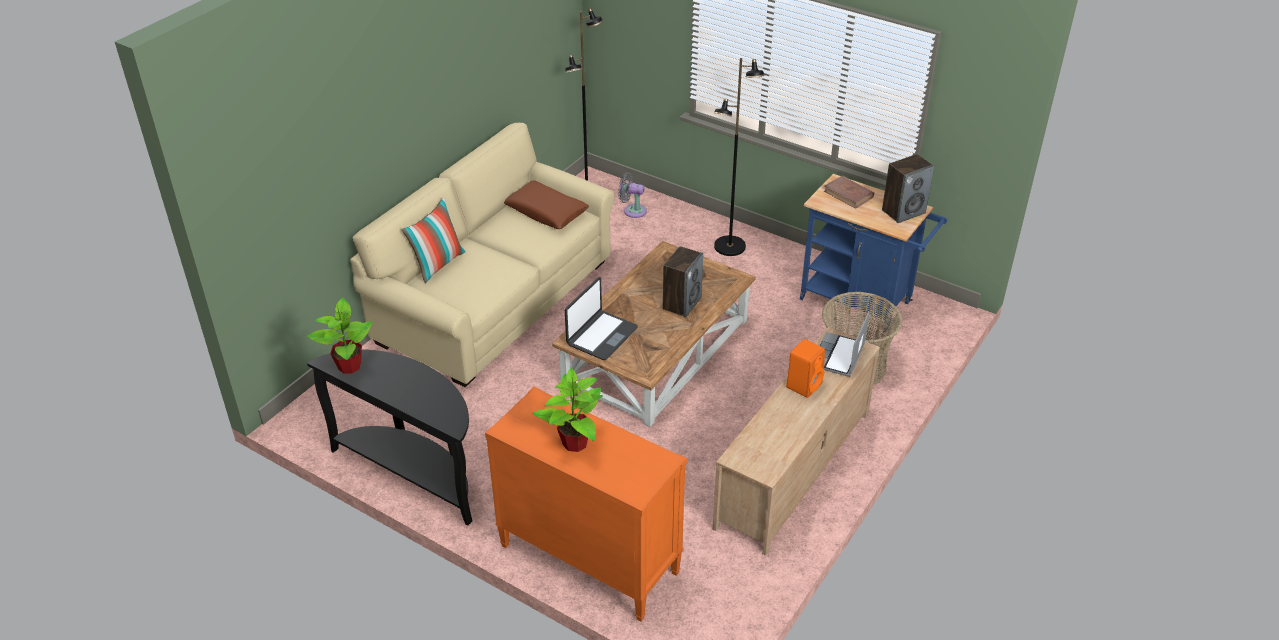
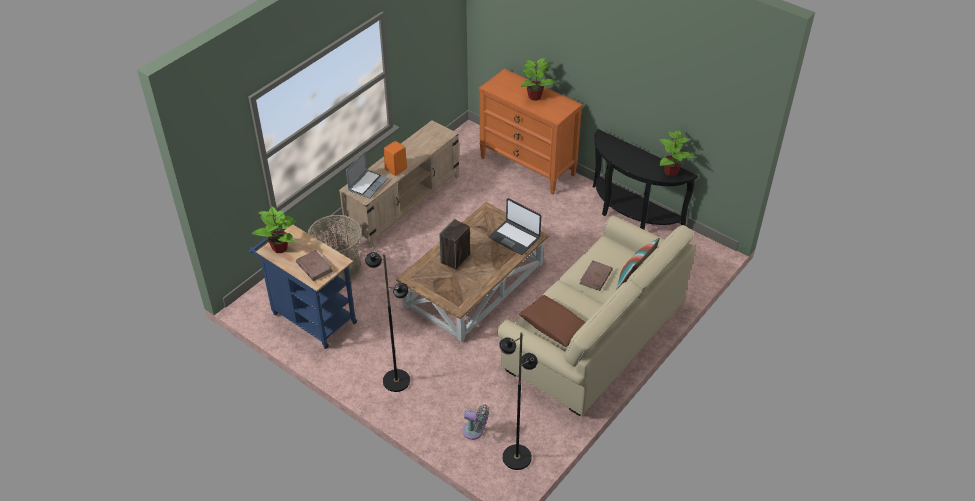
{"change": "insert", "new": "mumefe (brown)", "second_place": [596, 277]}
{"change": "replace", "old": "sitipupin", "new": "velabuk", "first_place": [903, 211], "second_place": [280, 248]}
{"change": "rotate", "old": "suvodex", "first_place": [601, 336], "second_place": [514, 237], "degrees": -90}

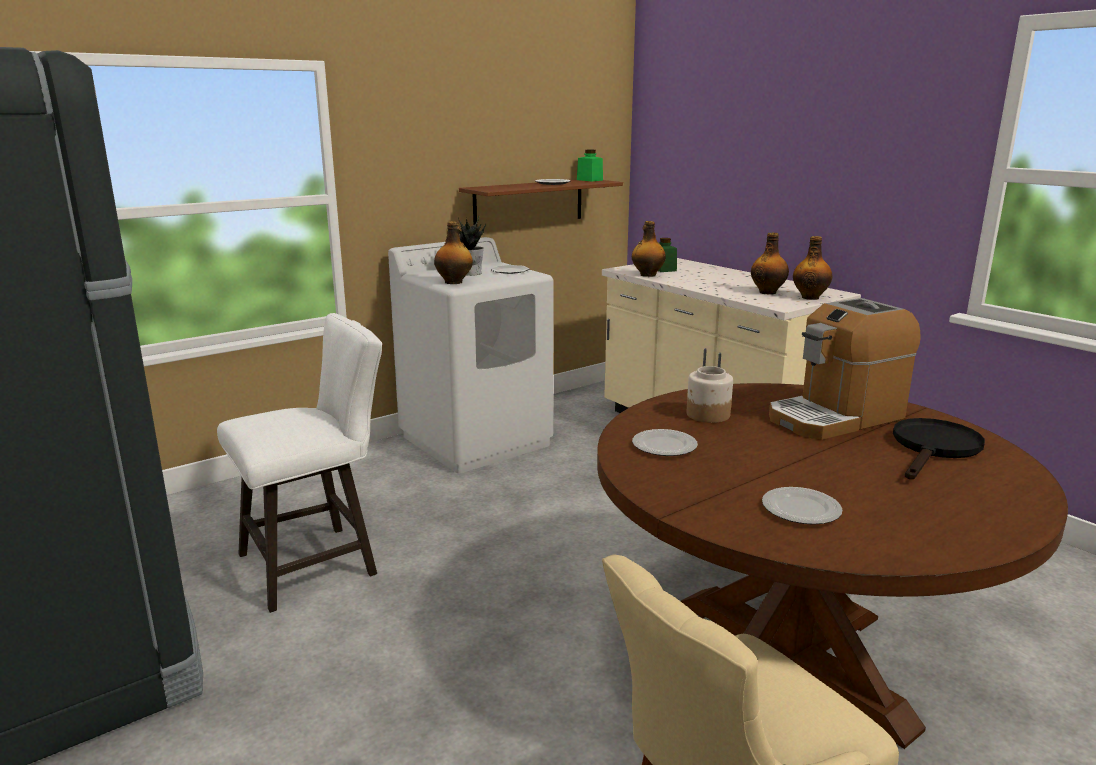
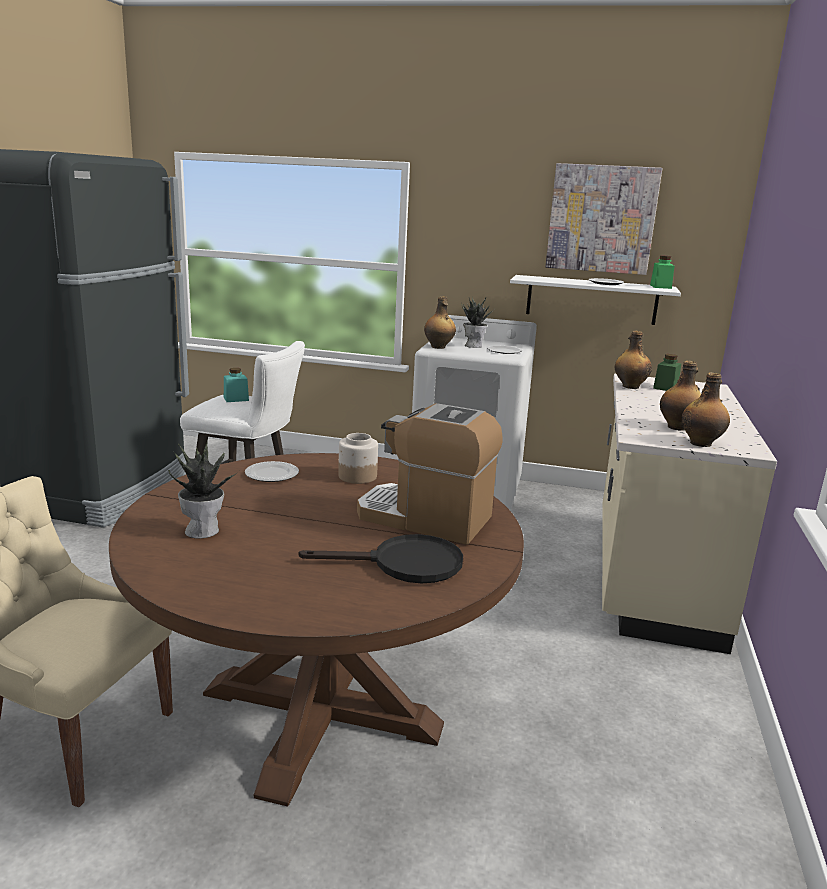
{"change": "insert", "new": "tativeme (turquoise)", "second_place": [236, 399]}
{"change": "insert", "new": "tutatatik", "second_place": [601, 219]}
{"change": "replace", "old": "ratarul", "new": "velabuk", "first_place": [801, 509], "second_place": [203, 530]}
{"change": "recolor", "old": "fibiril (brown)", "new": "fibiril (white)", "first_place": [529, 203], "second_place": [591, 300]}

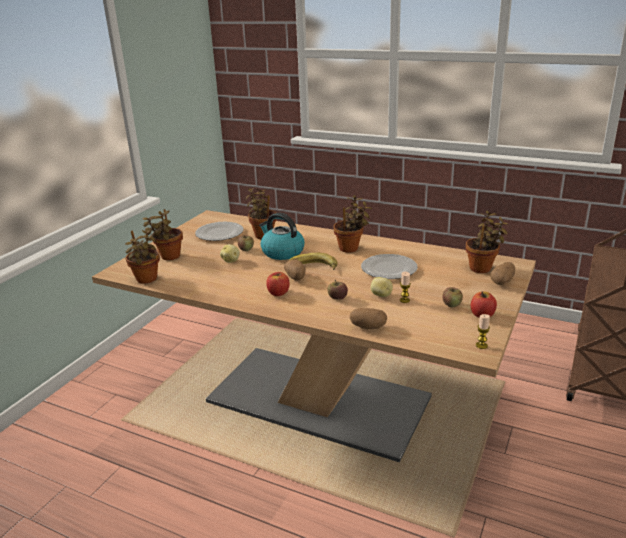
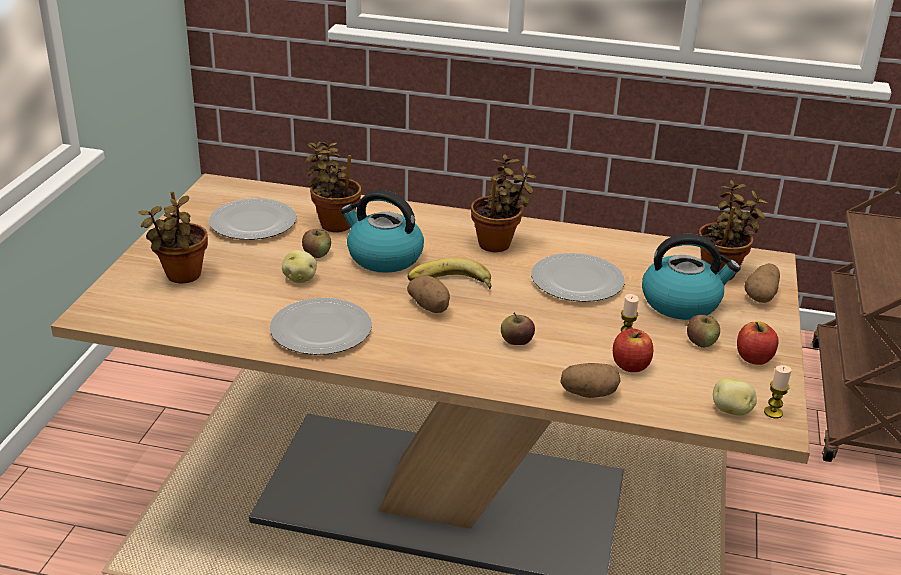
{"change": "delete", "old": "velabuk", "first_place": [146, 280]}
{"change": "insert", "new": "ratarul", "second_place": [322, 331]}
{"change": "insert", "new": "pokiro", "second_place": [682, 302]}
{"change": "move", "old": "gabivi", "first_place": [278, 293], "second_place": [630, 365]}
{"change": "move", "old": "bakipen", "first_place": [381, 295], "second_place": [731, 411]}

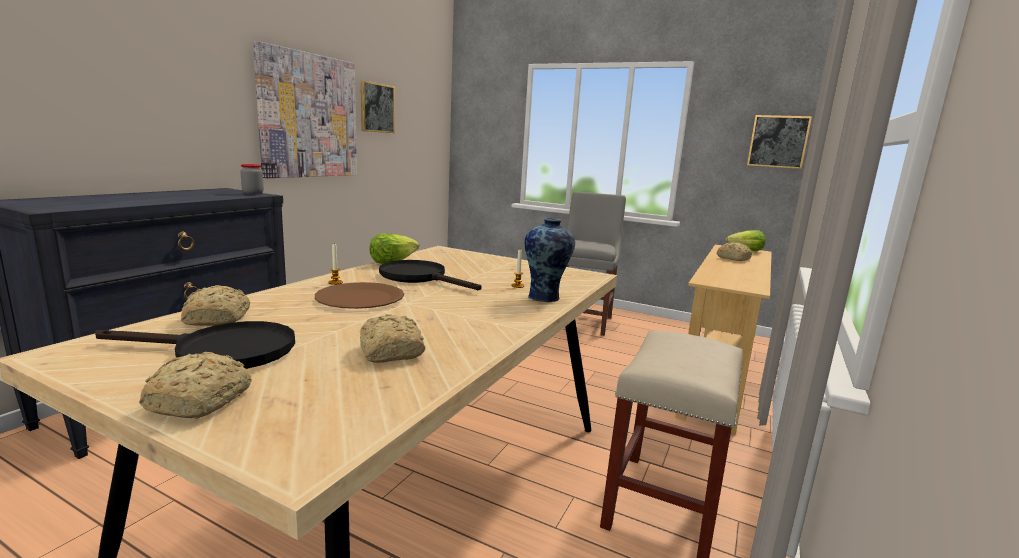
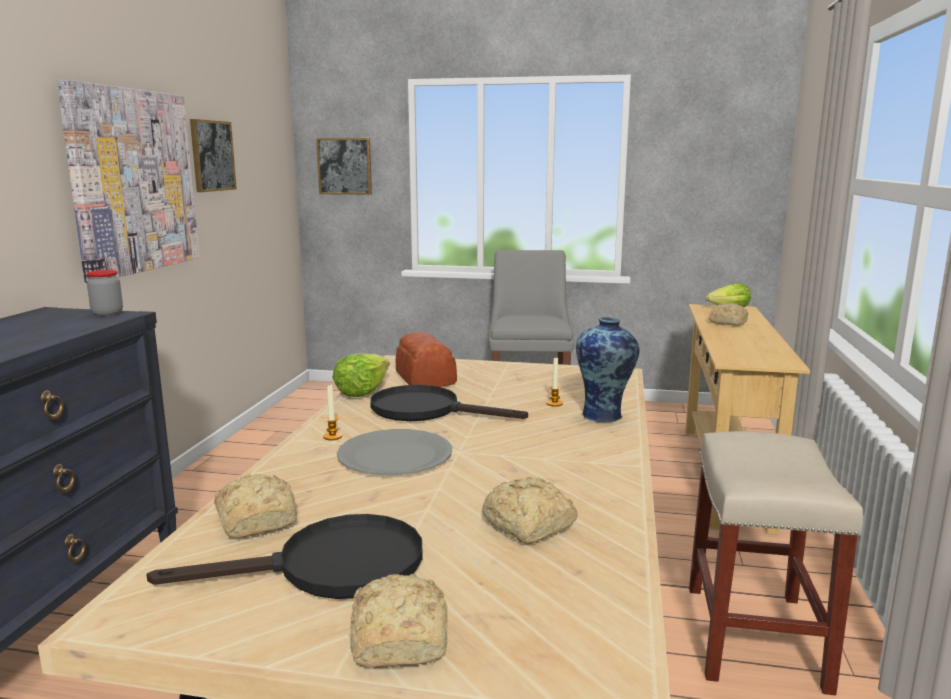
{"change": "insert", "new": "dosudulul", "second_place": [424, 378]}
{"change": "move", "old": "tutatatik", "first_place": [778, 141], "second_place": [344, 166]}
{"change": "recolor", "old": "ratarul (brown)", "new": "ratarul (grey)", "first_place": [360, 298], "second_place": [395, 456]}

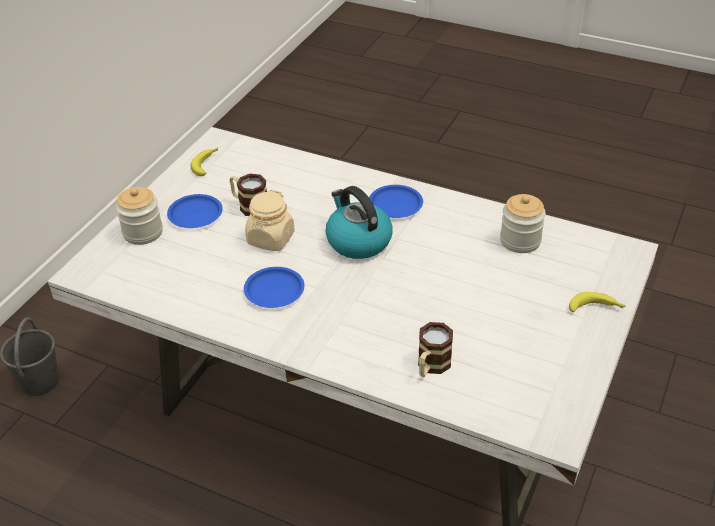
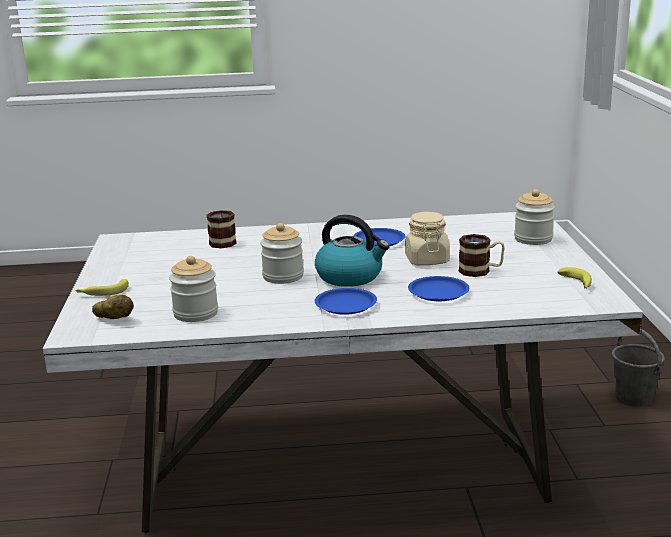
{"change": "insert", "new": "bakipen", "second_place": [115, 319]}
{"change": "insert", "new": "tativeme", "second_place": [283, 276]}
{"change": "move", "old": "ratarul (blue)", "first_place": [196, 215], "second_place": [438, 293]}

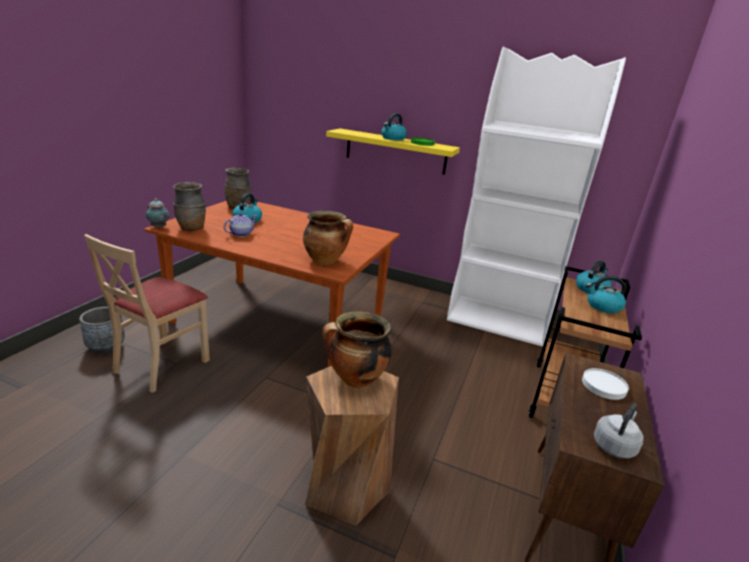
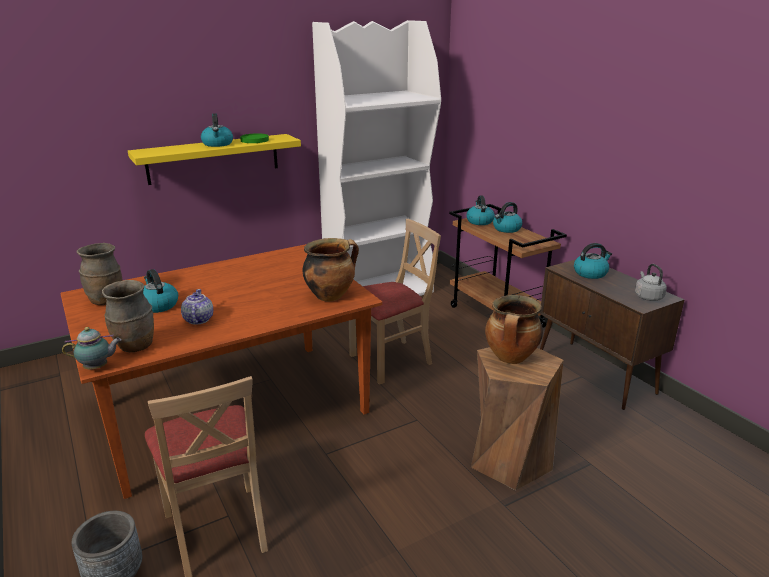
{"change": "insert", "new": "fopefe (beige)", "second_place": [391, 360]}
{"change": "replace", "old": "ratarul (white)", "new": "pokiro", "first_place": [603, 385], "second_place": [590, 273]}

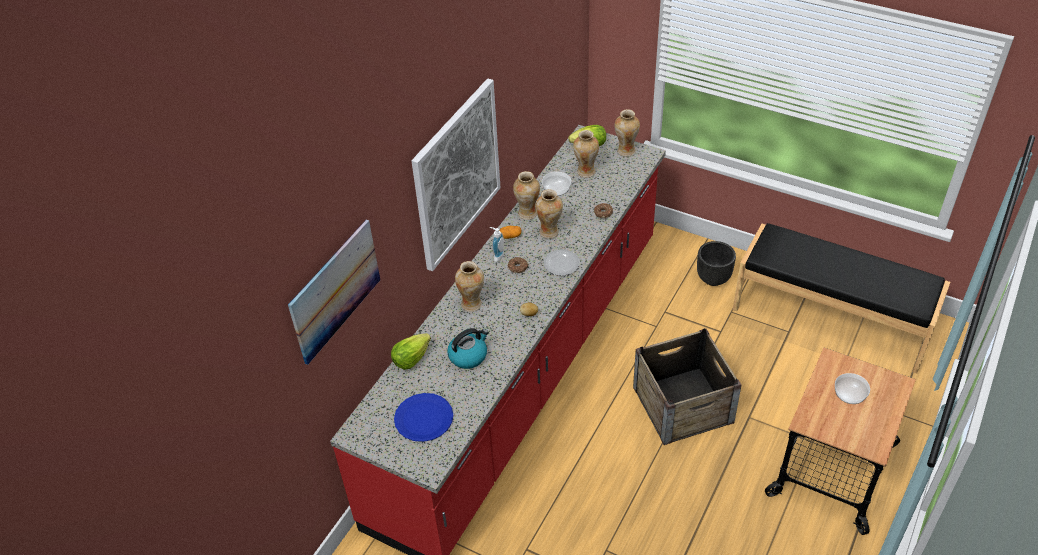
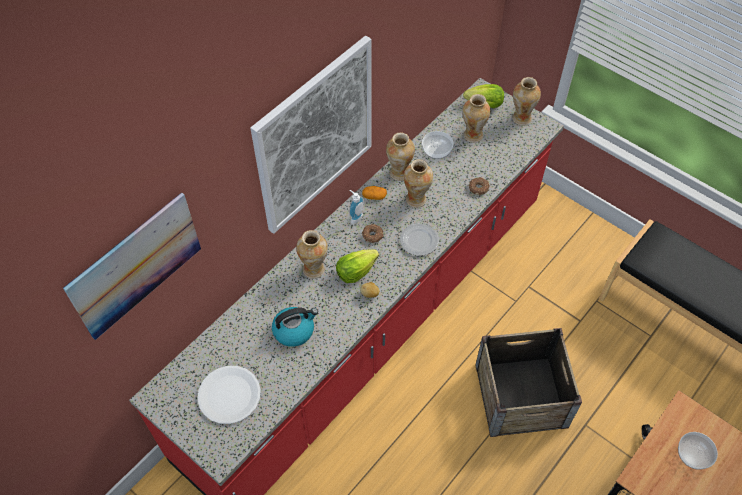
{"change": "delete", "old": "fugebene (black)", "first_place": [713, 278]}
{"change": "move", "old": "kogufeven", "first_place": [411, 359], "second_place": [355, 272]}
{"change": "recolor", "old": "ratarul (blue)", "new": "ratarul (white)", "first_place": [423, 418], "second_place": [229, 395]}

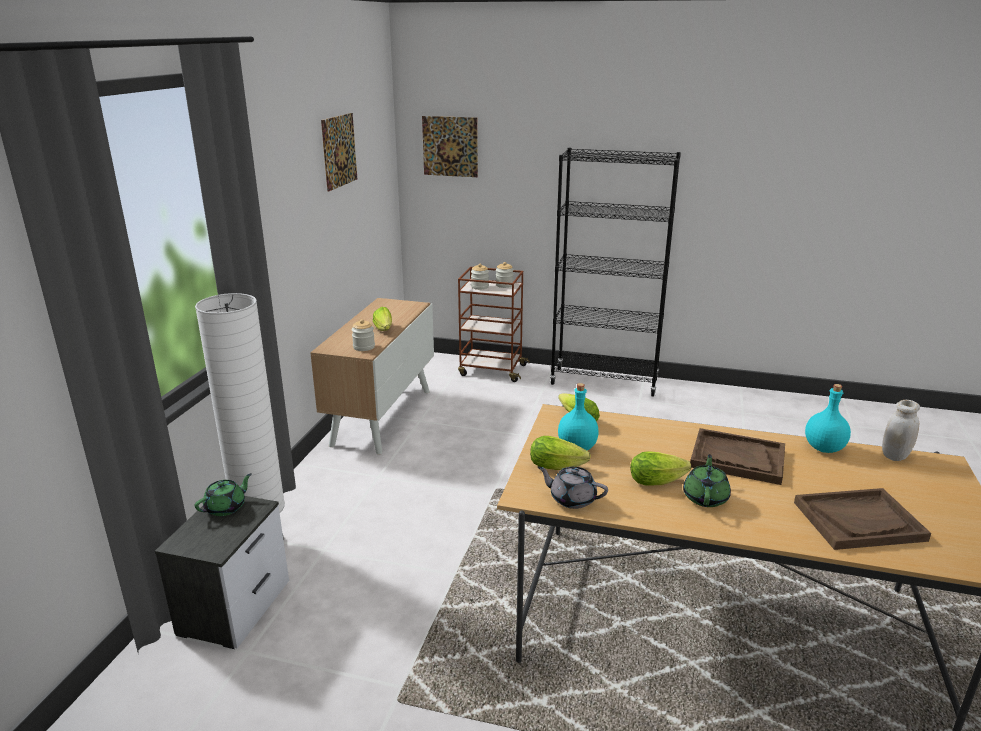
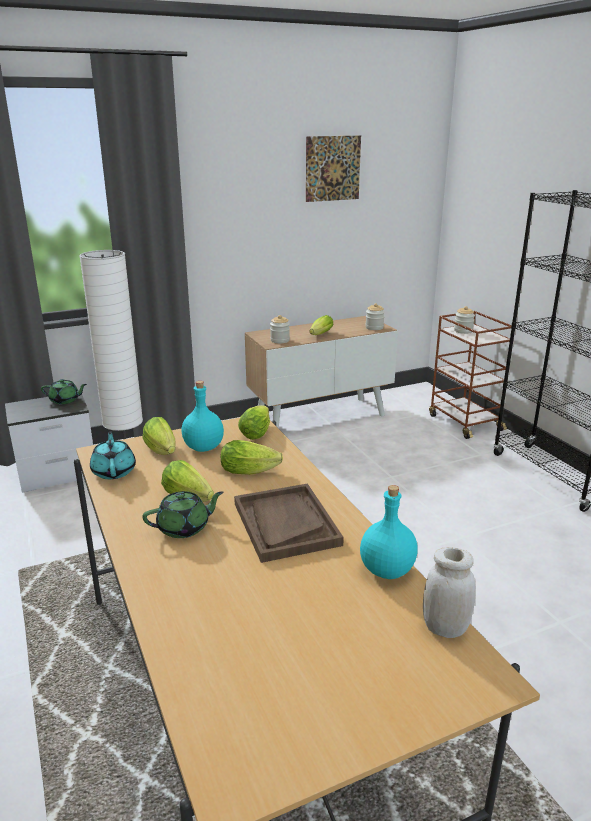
{"change": "delete", "old": "tutatatik", "first_place": [450, 146]}
{"change": "delete", "old": "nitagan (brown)", "first_place": [858, 521]}
{"change": "insert", "new": "kogufeven", "second_place": [252, 471]}
{"change": "move", "old": "tativeme", "first_place": [504, 285], "second_place": [374, 327]}
{"change": "recolor", "old": "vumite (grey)", "new": "vumite (turquoise)", "first_place": [572, 499], "second_place": [114, 471]}

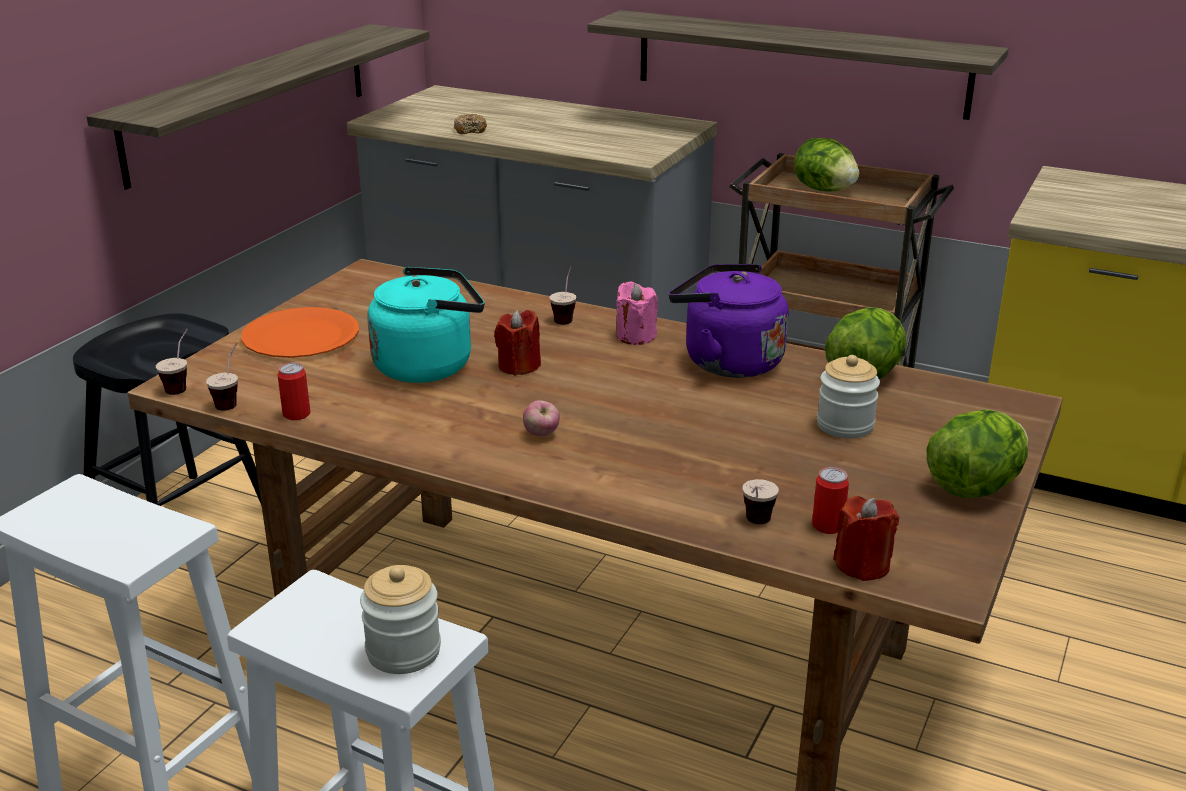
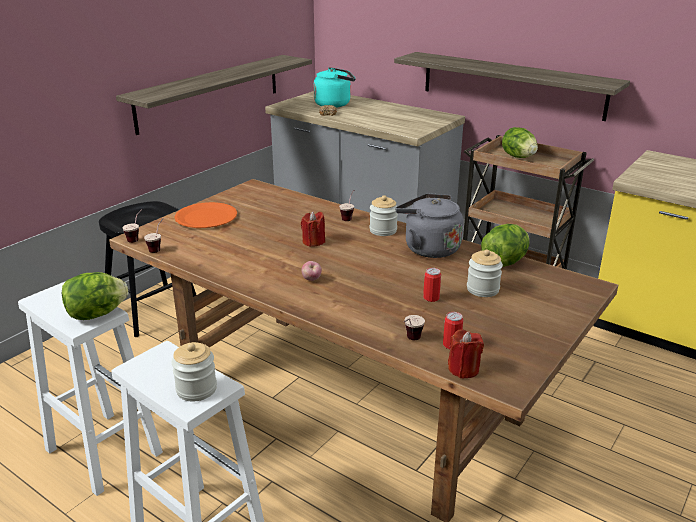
{"change": "move", "old": "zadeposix", "first_place": [296, 414], "second_place": [431, 298]}
{"change": "move", "old": "pokiro (turquoise)", "first_place": [429, 365], "second_place": [335, 104]}
{"change": "move", "old": "kogufeven", "first_place": [974, 486], "second_place": [97, 314]}
{"change": "replace", "old": "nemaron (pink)", "new": "tativeme", "first_place": [635, 336], "second_place": [383, 230]}
{"change": "recolor", "old": "pokiro (purple)", "new": "pokiro (grey)", "first_place": [726, 361], "second_place": [428, 248]}

